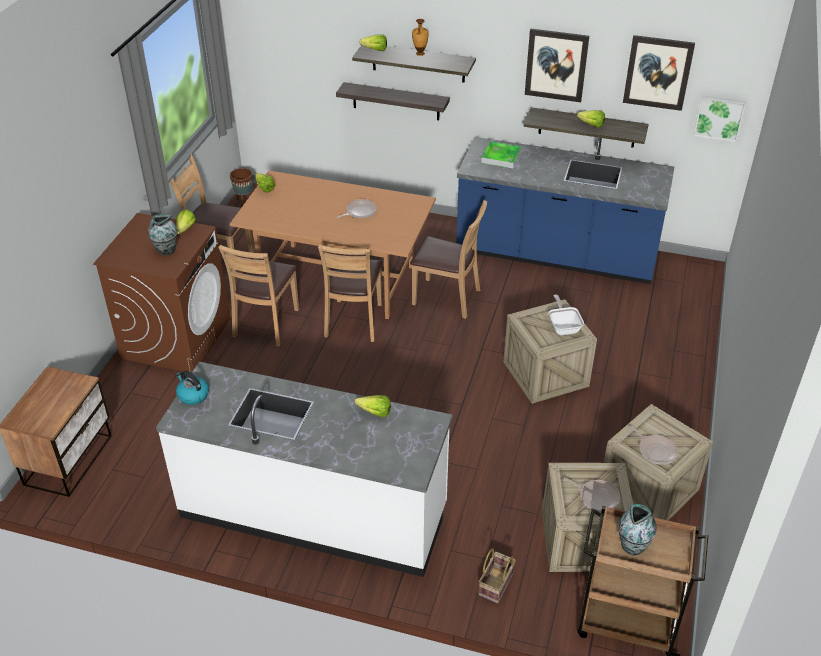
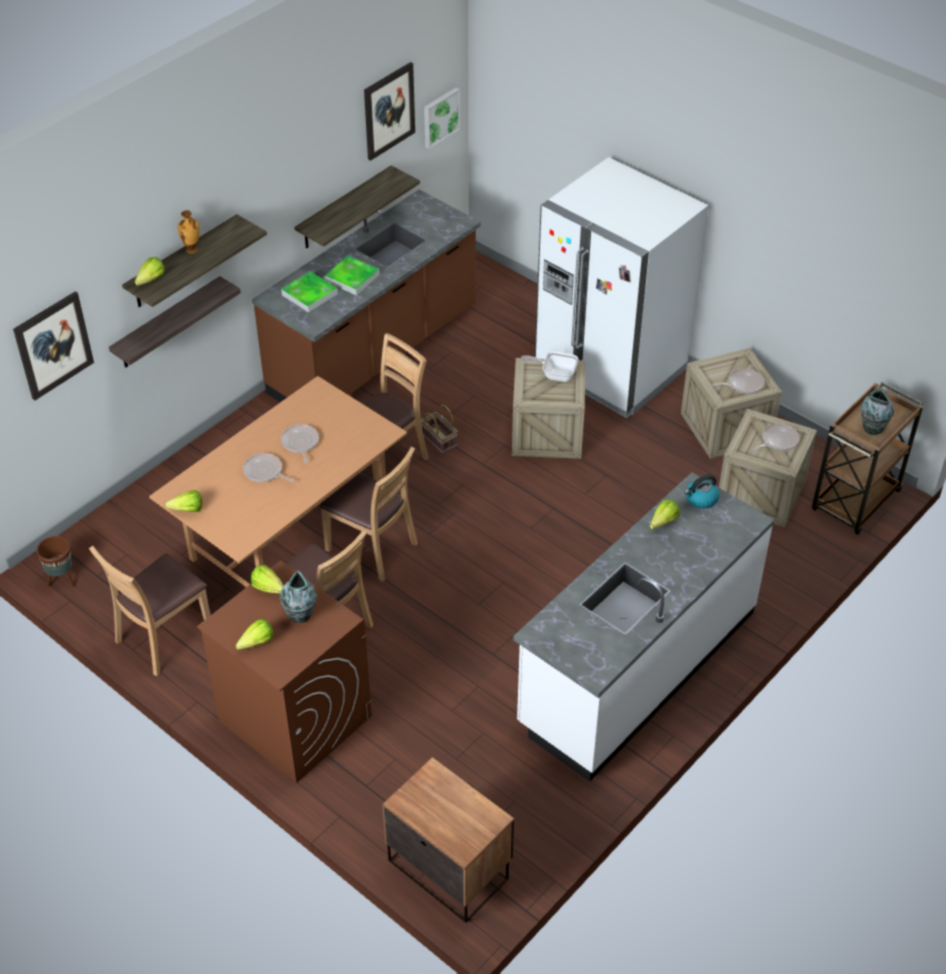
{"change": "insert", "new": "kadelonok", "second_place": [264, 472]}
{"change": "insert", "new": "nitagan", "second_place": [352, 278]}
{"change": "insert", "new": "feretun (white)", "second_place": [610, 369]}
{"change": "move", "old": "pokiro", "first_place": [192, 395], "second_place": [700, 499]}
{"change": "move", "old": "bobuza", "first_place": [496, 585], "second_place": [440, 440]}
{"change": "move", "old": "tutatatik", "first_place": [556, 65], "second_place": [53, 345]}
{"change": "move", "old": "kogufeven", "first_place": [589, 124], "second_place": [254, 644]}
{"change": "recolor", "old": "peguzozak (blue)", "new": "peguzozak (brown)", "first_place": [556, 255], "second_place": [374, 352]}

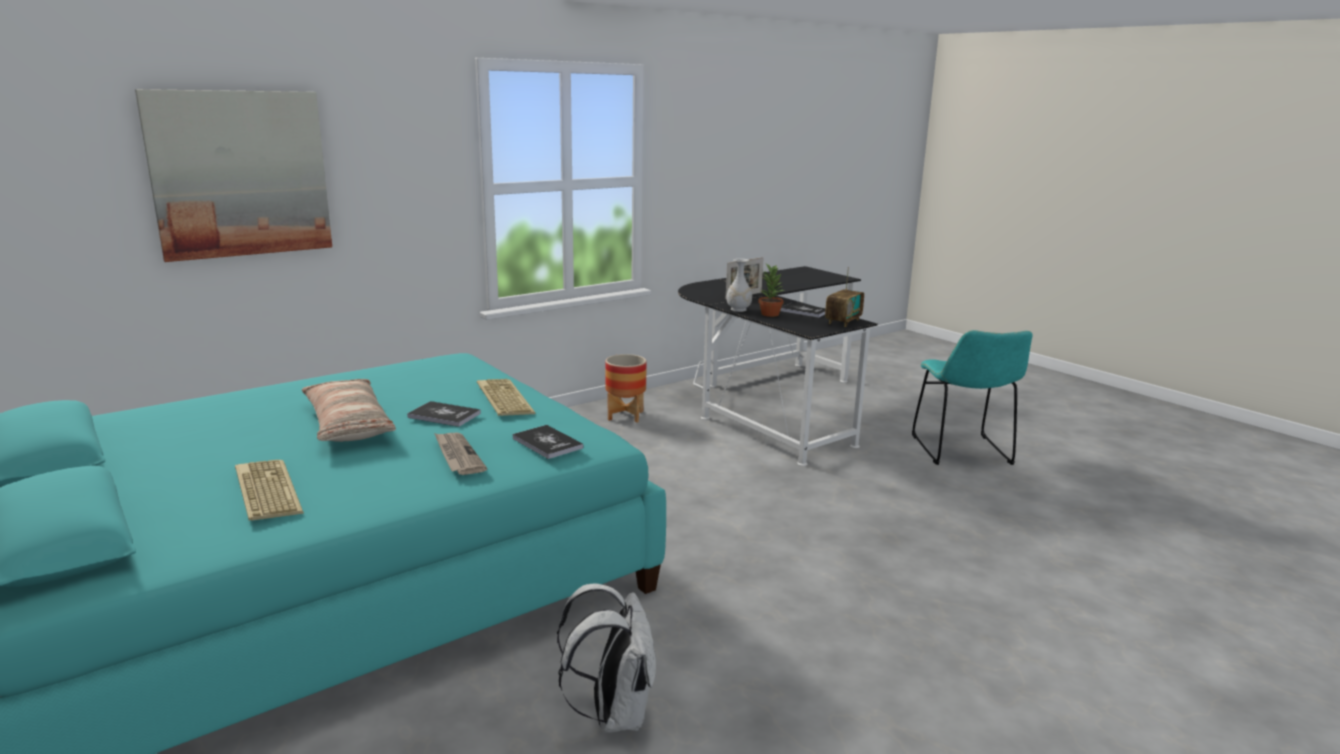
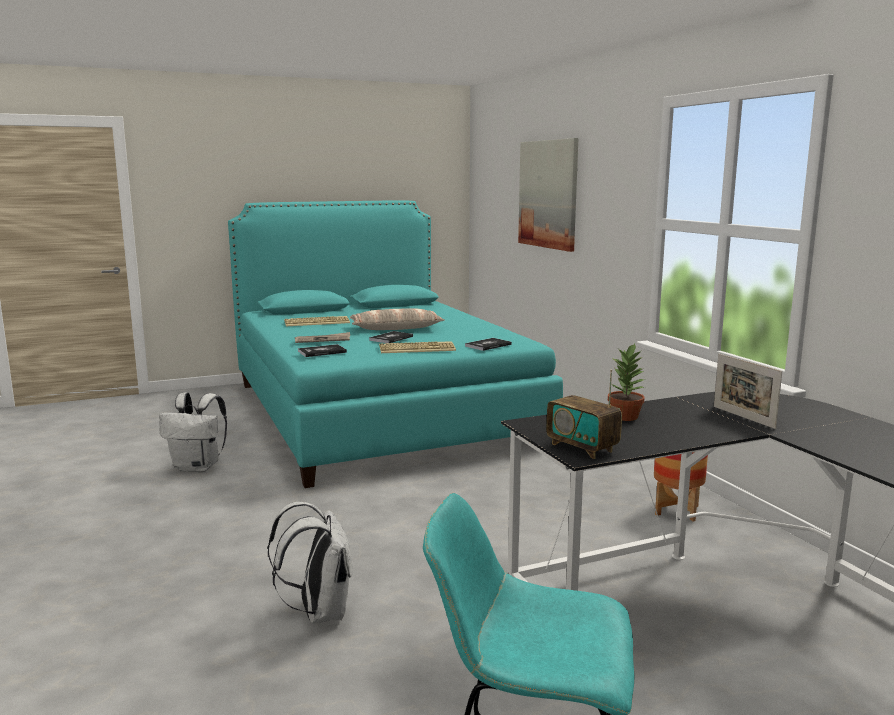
{"change": "delete", "old": "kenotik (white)", "first_place": [738, 309]}
{"change": "insert", "new": "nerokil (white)", "second_place": [319, 612]}
{"change": "move", "old": "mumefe", "first_place": [804, 311], "second_place": [488, 345]}

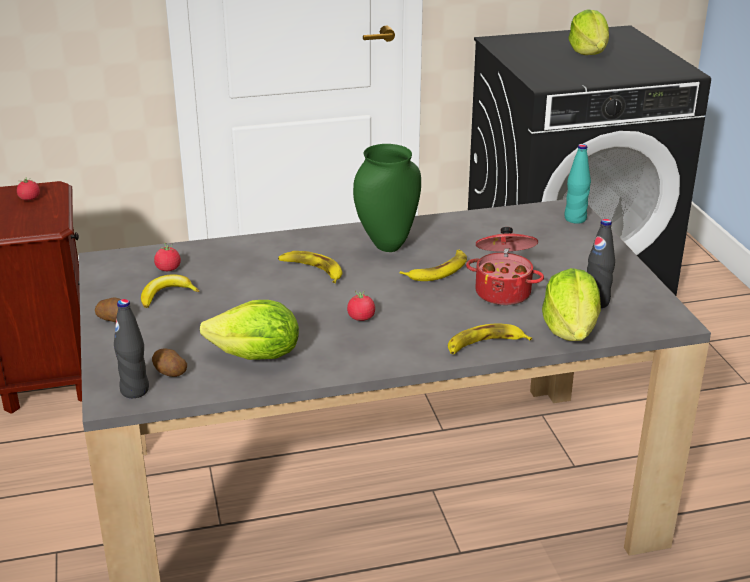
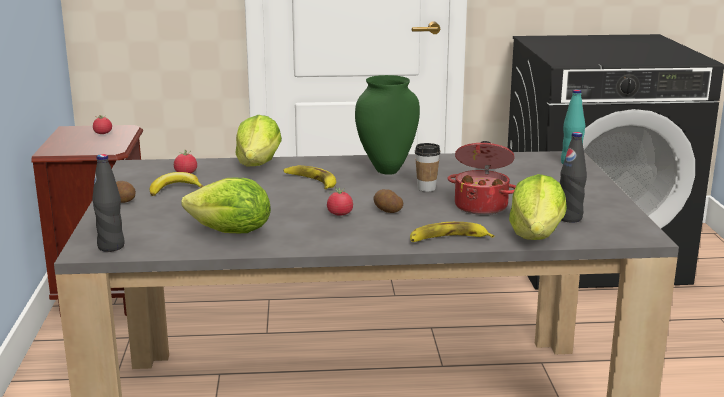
{"change": "move", "old": "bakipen", "first_place": [169, 372], "second_place": [387, 210]}
{"change": "move", "old": "kogufeven", "first_place": [589, 53], "second_place": [258, 164]}
{"change": "replace", "old": "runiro", "new": "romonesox", "first_place": [438, 270], "second_place": [426, 188]}

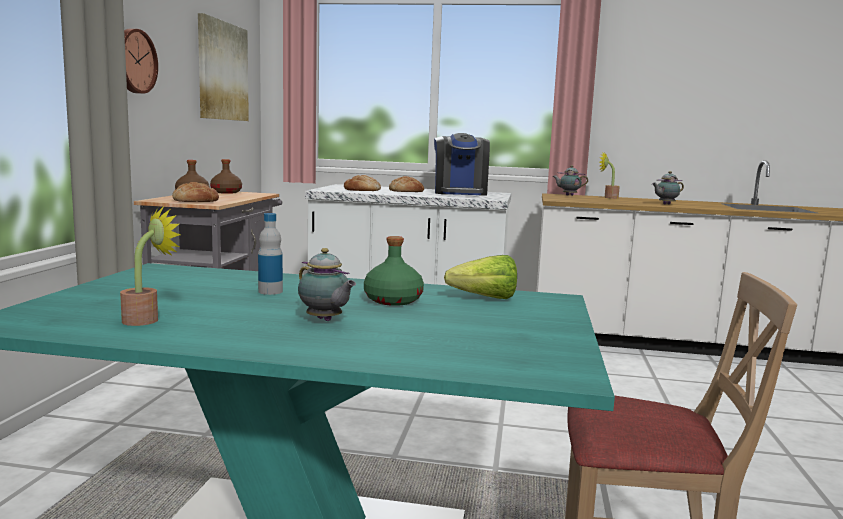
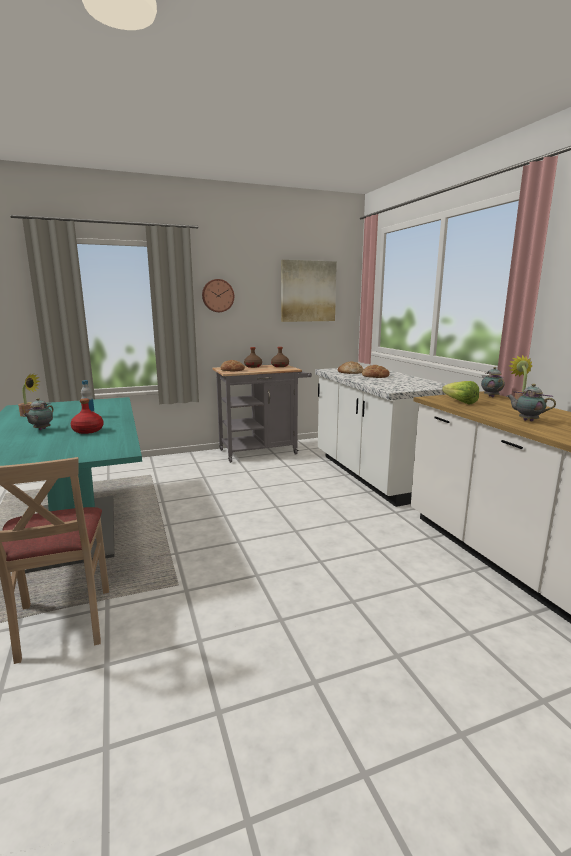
{"change": "delete", "old": "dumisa", "first_place": [460, 193]}
{"change": "move", "old": "kogufeven", "first_place": [478, 298], "second_place": [458, 402]}
{"change": "recolor", "old": "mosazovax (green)", "new": "mosazovax (red)", "first_place": [392, 300], "second_place": [88, 430]}

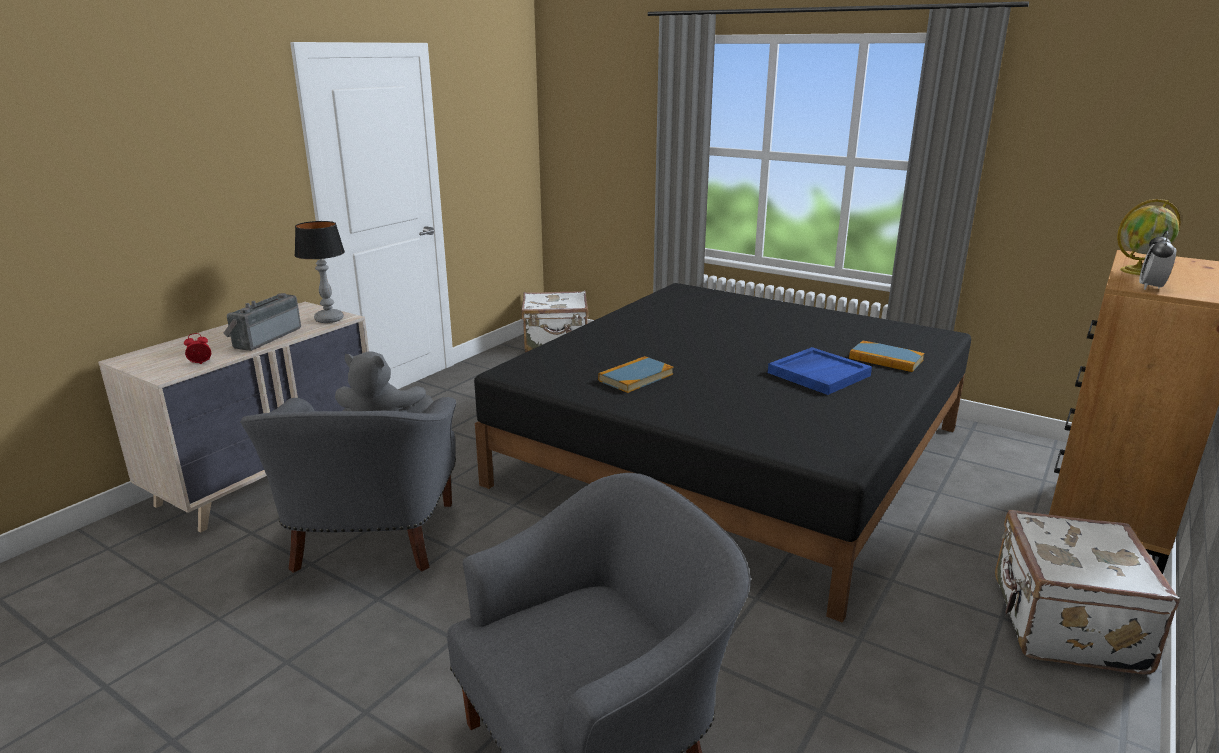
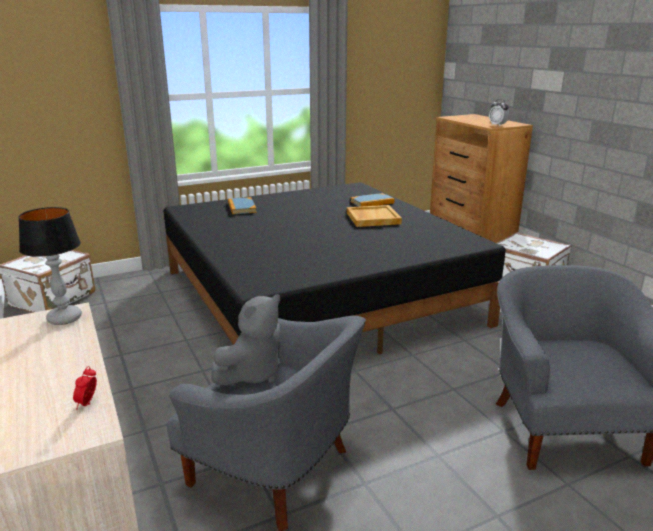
{"change": "delete", "old": "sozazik", "first_place": [265, 338]}
{"change": "delete", "old": "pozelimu", "first_place": [1138, 271]}
{"change": "move", "old": "mumefe", "first_place": [636, 377], "second_place": [241, 208]}
{"change": "recolor", "old": "nitagan (blue)", "new": "nitagan (beige)", "first_place": [818, 374], "second_place": [372, 218]}

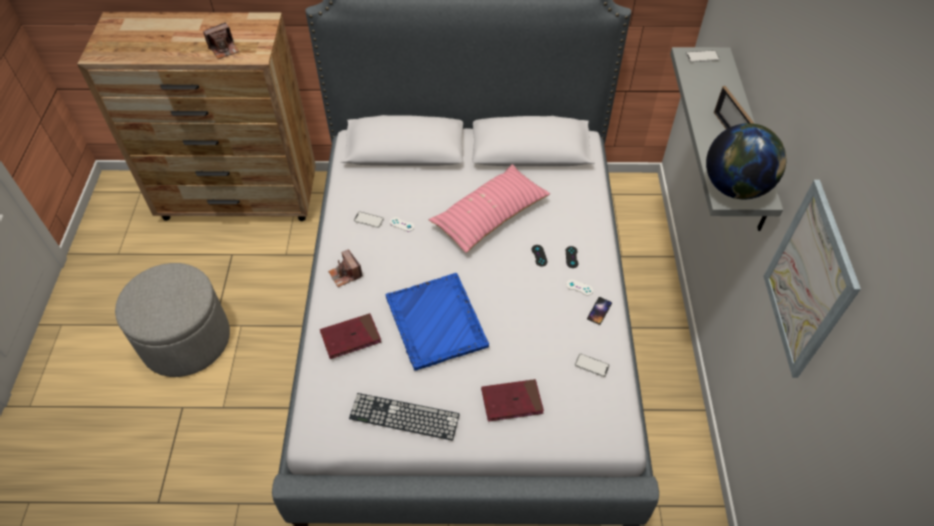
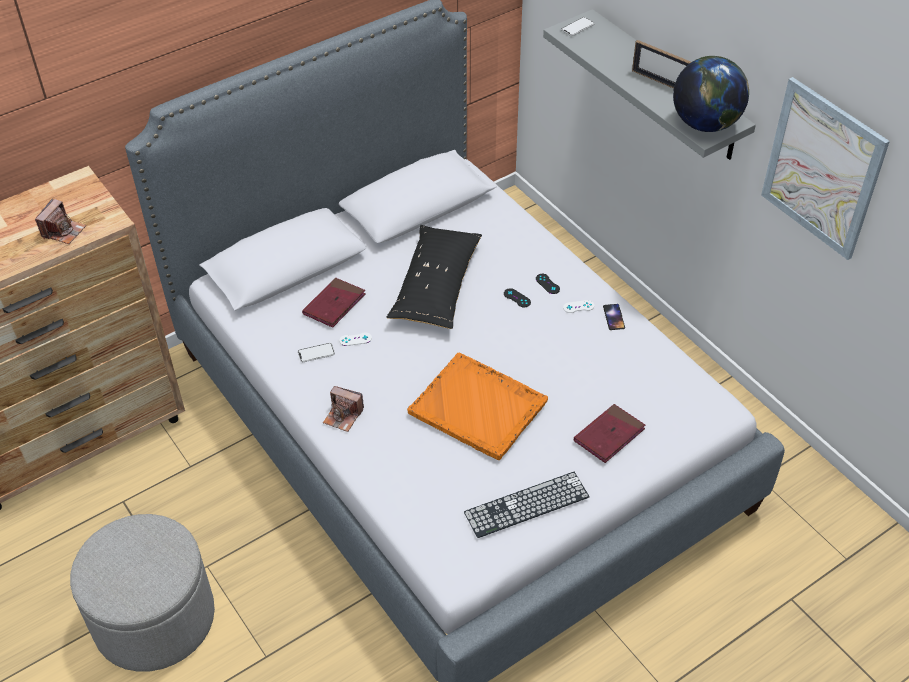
{"change": "delete", "old": "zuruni", "first_place": [592, 365]}
{"change": "move", "old": "mumefe (red)", "first_place": [350, 337], "second_place": [334, 305]}
{"change": "recolor", "old": "nitagan (blue)", "new": "nitagan (orange)", "first_place": [436, 323], "second_place": [479, 408]}
{"change": "recolor", "old": "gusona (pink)", "new": "gusona (black)", "first_place": [489, 215], "second_place": [436, 286]}

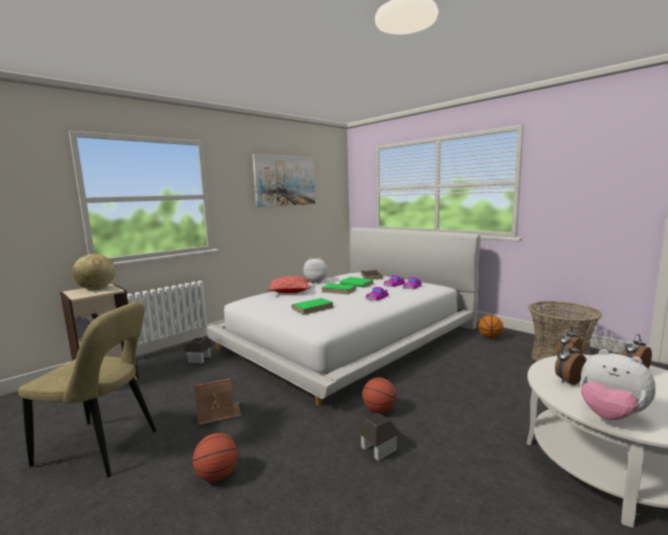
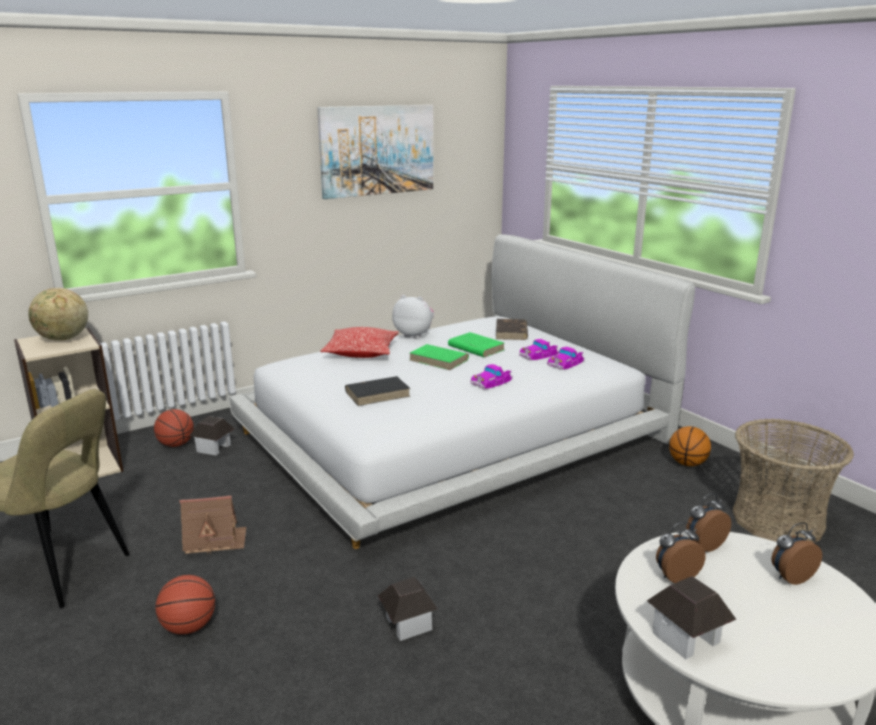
{"change": "move", "old": "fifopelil", "first_place": [379, 410], "second_place": [176, 444]}
{"change": "replace", "old": "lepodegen", "new": "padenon", "first_place": [610, 415], "second_place": [686, 637]}
{"change": "recolor", "old": "mumefe (green)", "new": "mumefe (black)", "first_place": [313, 308], "second_place": [378, 393]}

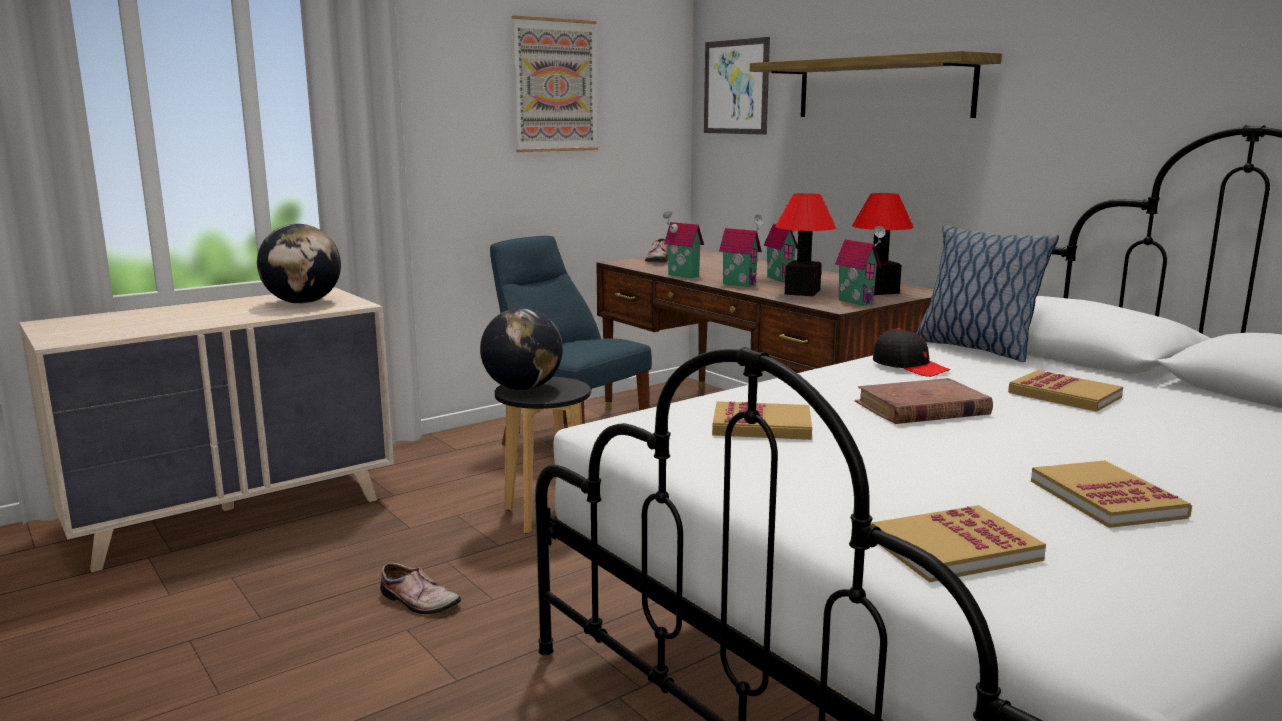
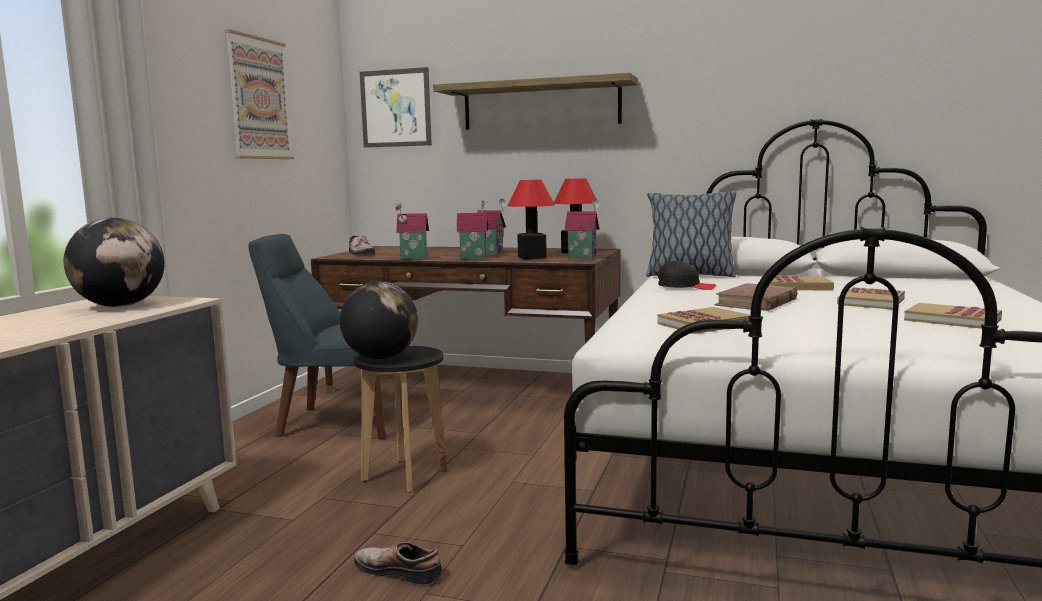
{"change": "move", "old": "mumefe", "first_place": [954, 548], "second_place": [871, 302]}
{"change": "rotate", "old": "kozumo", "first_place": [417, 602], "second_place": [400, 570], "degrees": -150}

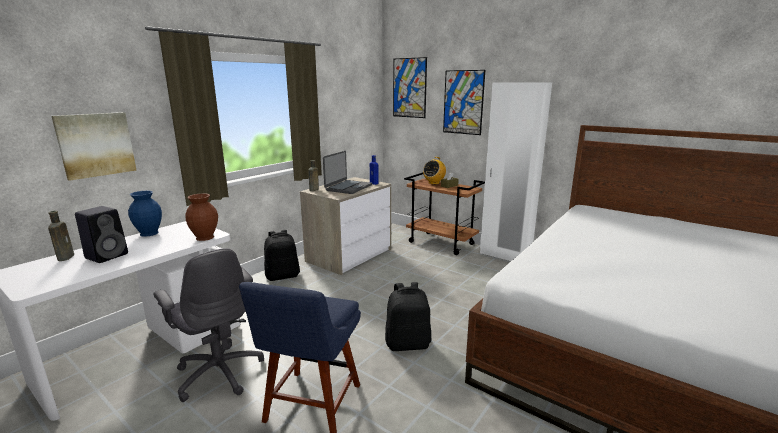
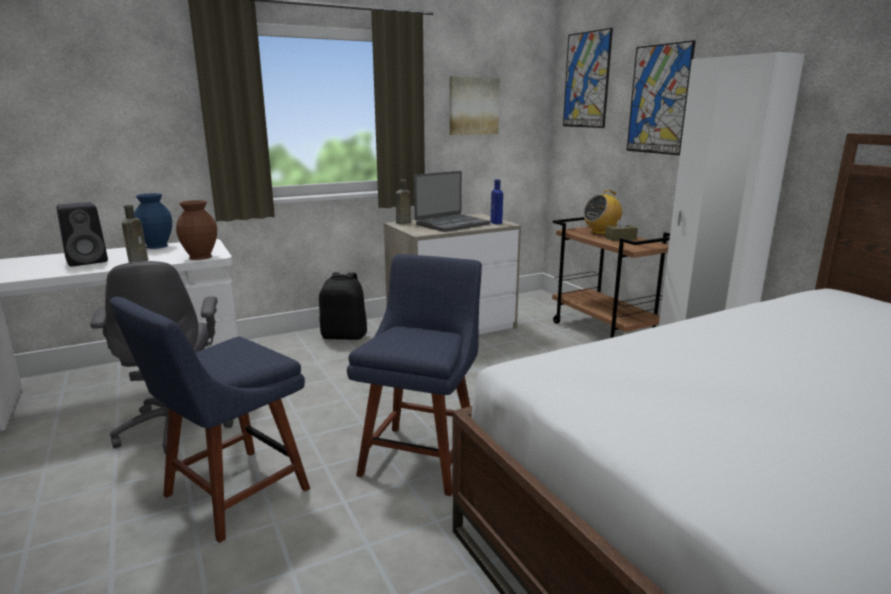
{"change": "move", "old": "mosazovax (brown)", "first_place": [66, 257], "second_place": [139, 261]}
{"change": "move", "old": "tutatatik", "first_place": [96, 144], "second_place": [473, 106]}
{"change": "replace", "old": "nerokil (black)", "new": "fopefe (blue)", "first_place": [408, 343], "second_place": [422, 455]}

